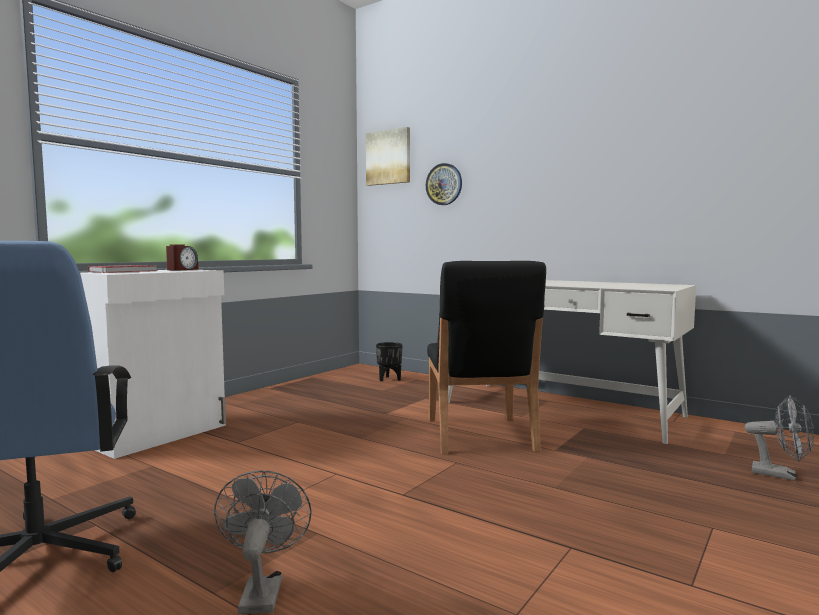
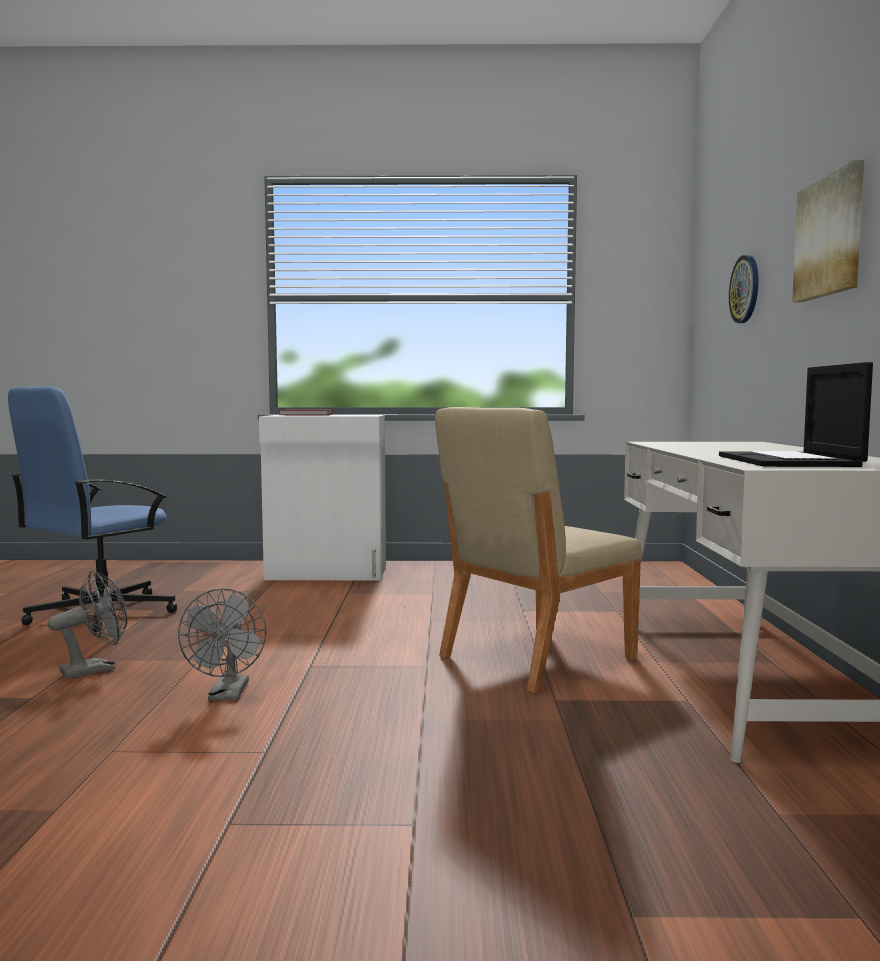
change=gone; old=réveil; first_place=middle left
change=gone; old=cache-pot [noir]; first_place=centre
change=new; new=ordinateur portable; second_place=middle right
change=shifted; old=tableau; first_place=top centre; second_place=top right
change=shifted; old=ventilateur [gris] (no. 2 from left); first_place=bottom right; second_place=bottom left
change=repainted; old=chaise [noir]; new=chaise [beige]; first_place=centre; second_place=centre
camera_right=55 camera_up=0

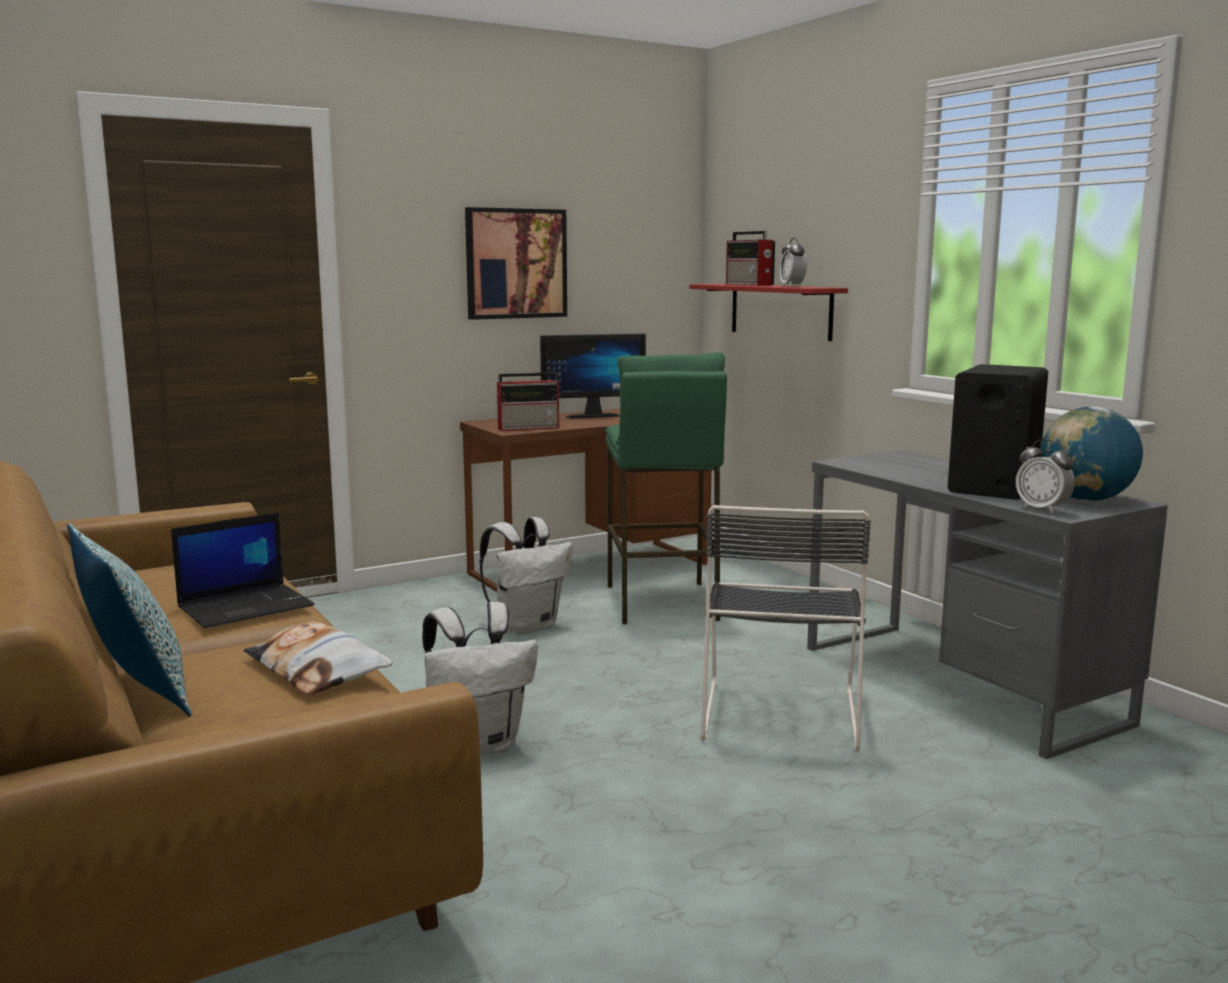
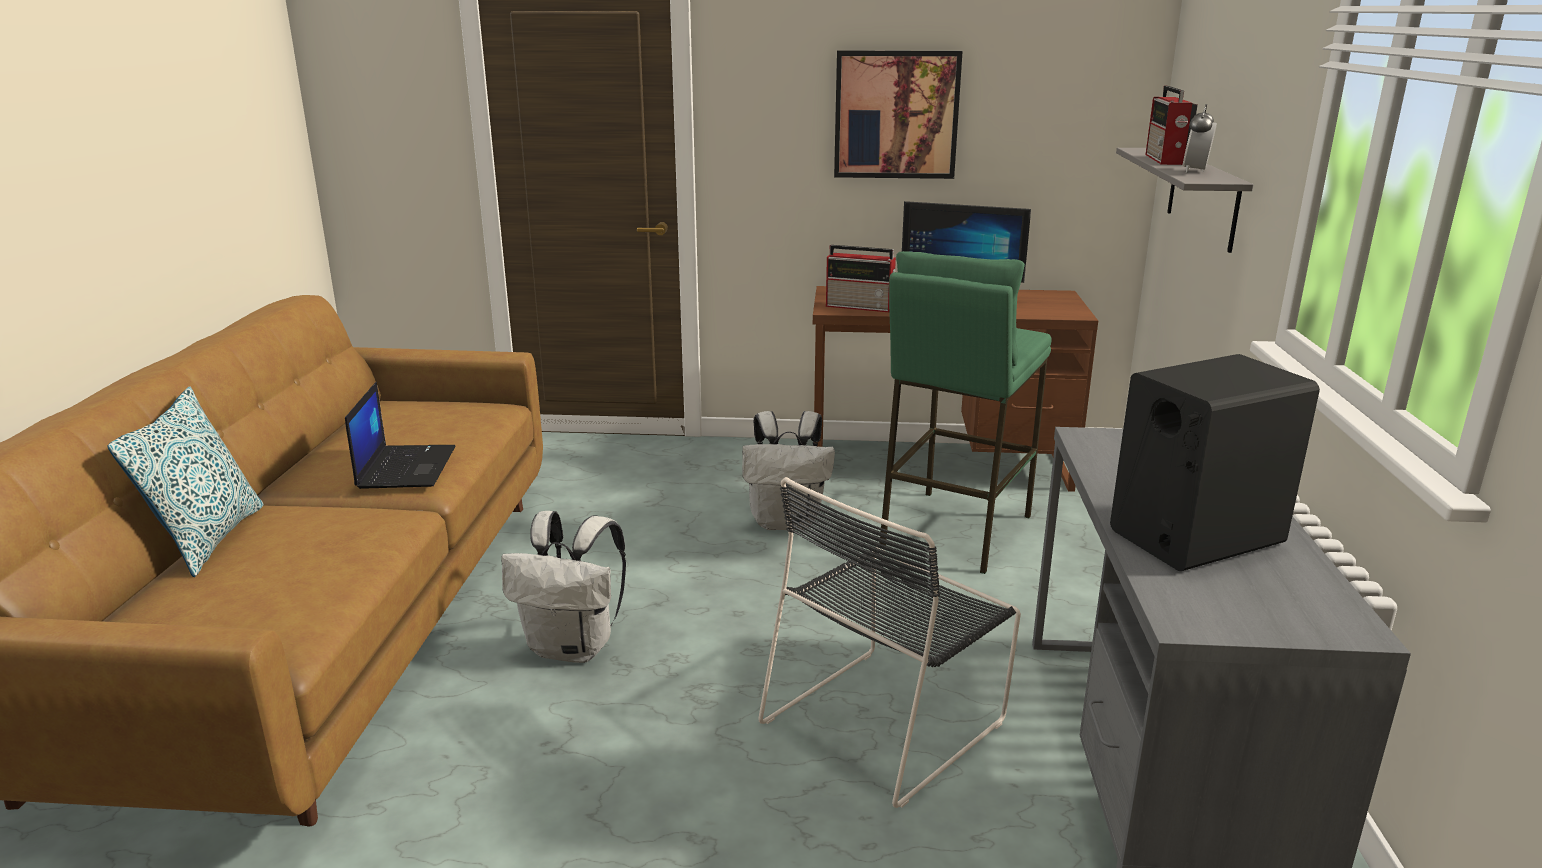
change=gone; old=coussin (no. 2 from left); first_place=bottom left
change=gone; old=réveil (no. 2 from left); first_place=middle right
change=gone; old=globe; first_place=middle right
change=repainted; old=étagère [rouge]; new=étagère [gris]; first_place=top centre; second_place=top right
change=rotated; old=ordinateur portable; first_place=middle left; second_place=middle left; degrees=-90
camera_right=35 camera_up=10

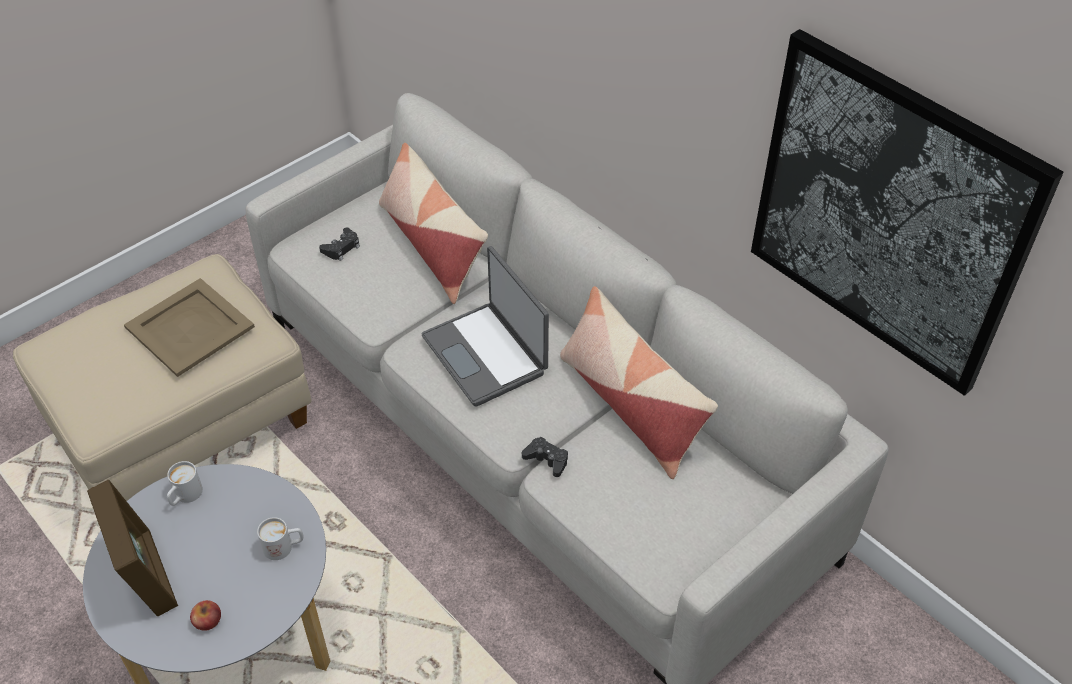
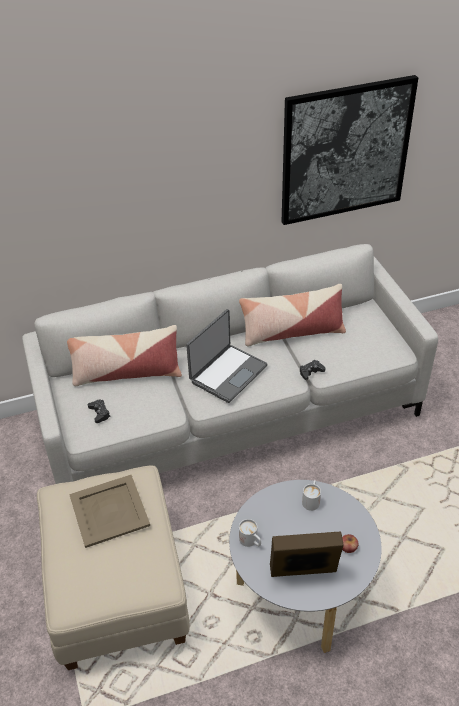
change=rotated; old=ordinateur portable; first_place=centre; second_place=centre; degrees=-45
camera_right=-65 camera_up=-5

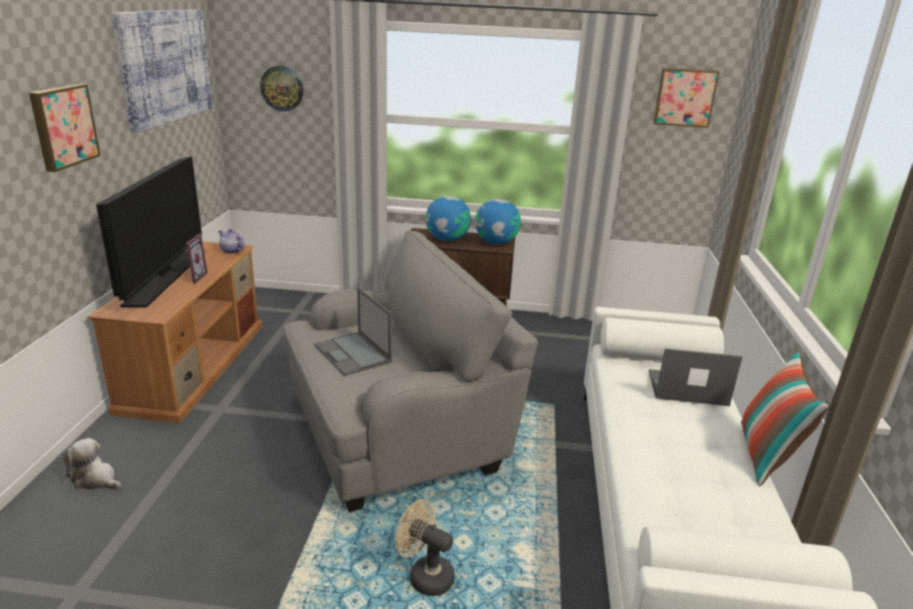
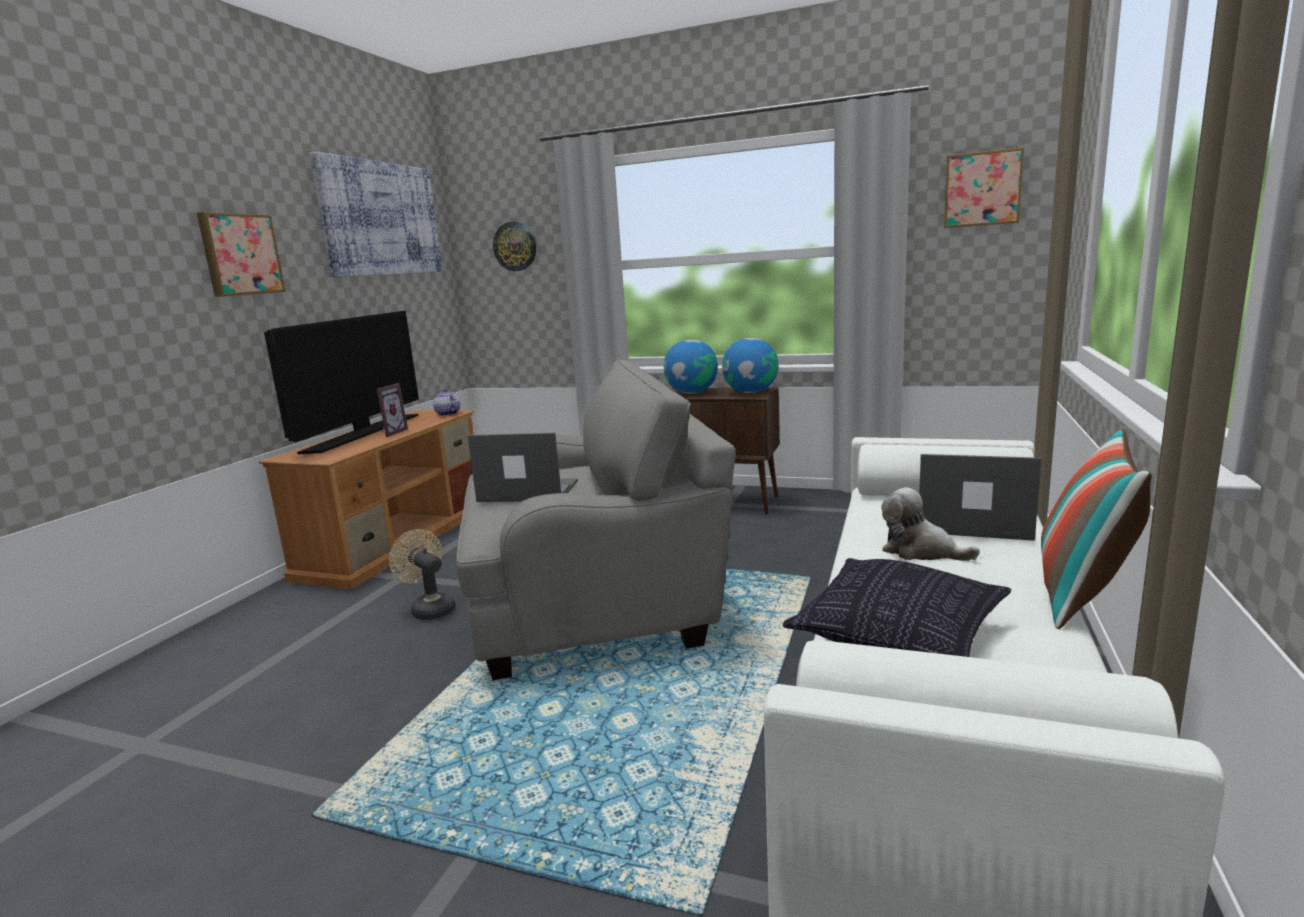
change=new; new=coussin (no. 1 from left); second_place=middle right
change=shifted; old=peluche; first_place=bottom left; second_place=middle right
change=shifted; old=ventilateur [beige]; first_place=bottom centre; second_place=middle left
change=rotated; old=ordinateur portable (no. 1 from left); first_place=centre; second_place=centre; degrees=120
camera_right=15 camera_up=-10

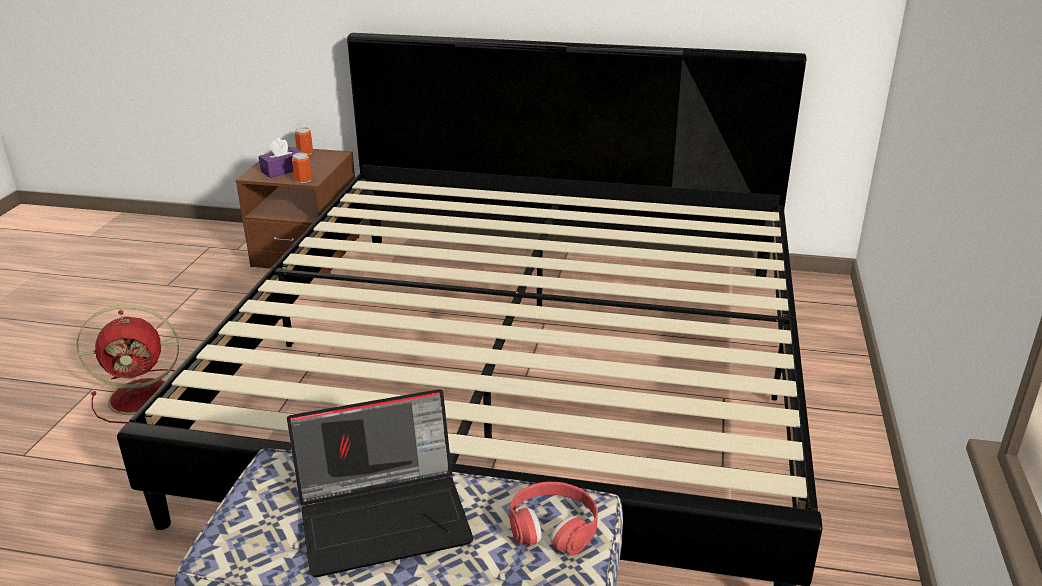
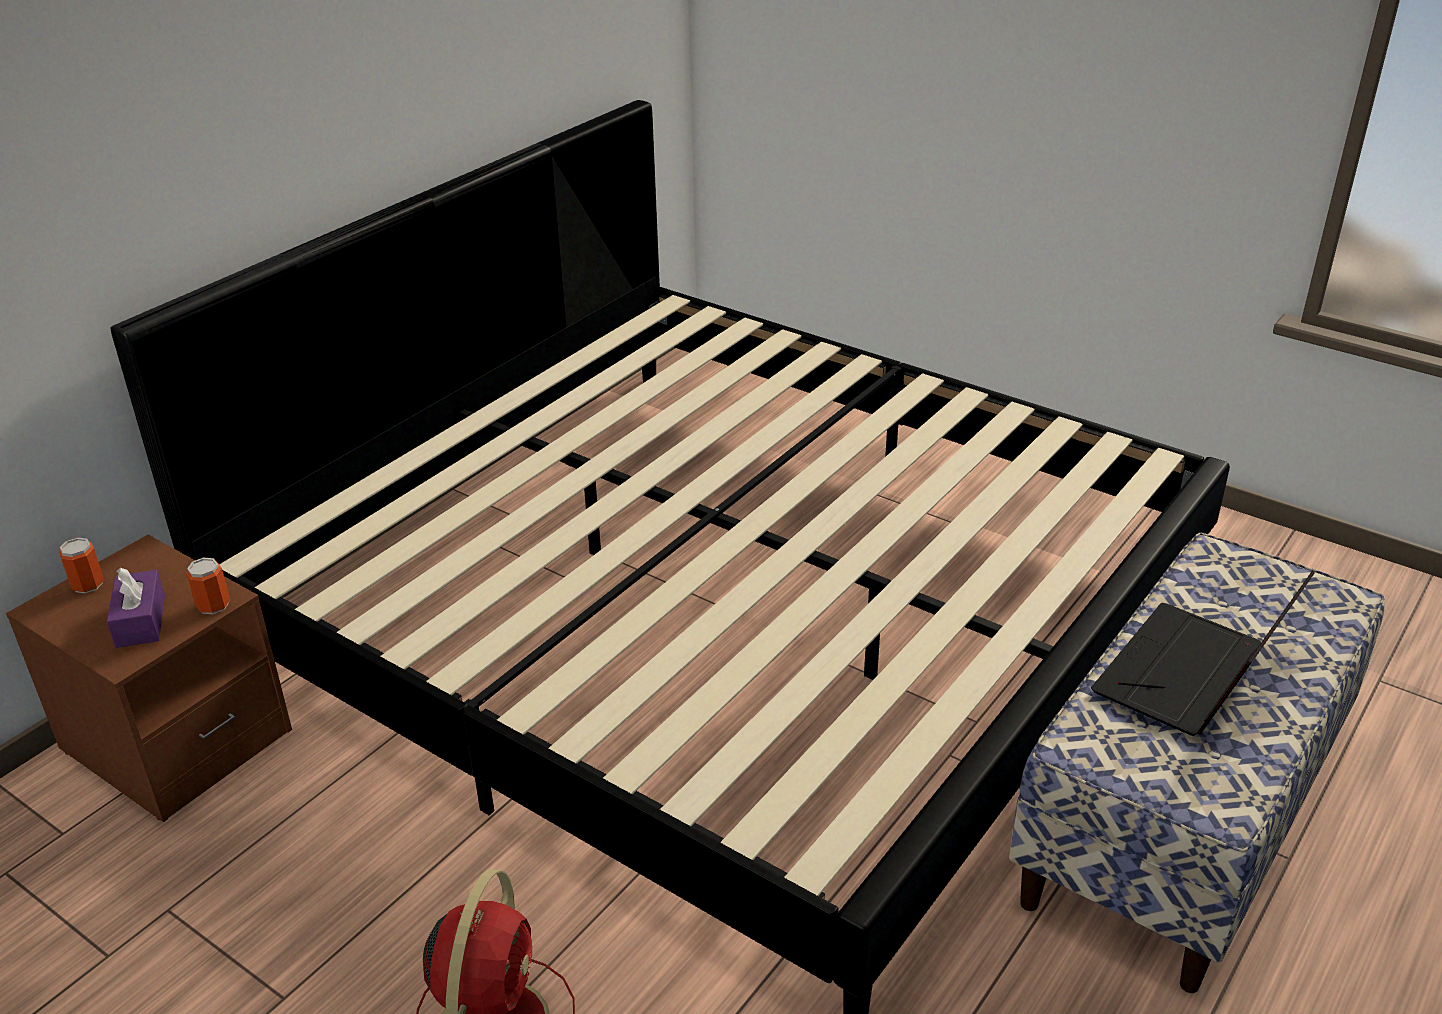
change=gone; old=casque audio [rouge]; first_place=bottom centre
change=rotated; old=ordinateur portable; first_place=bottom centre; second_place=middle right; degrees=-150
camera_right=-65 camera_up=5

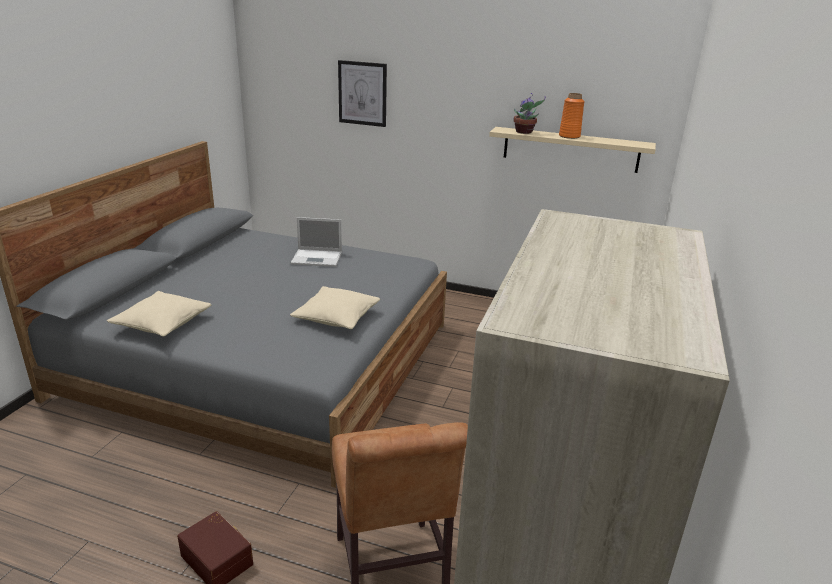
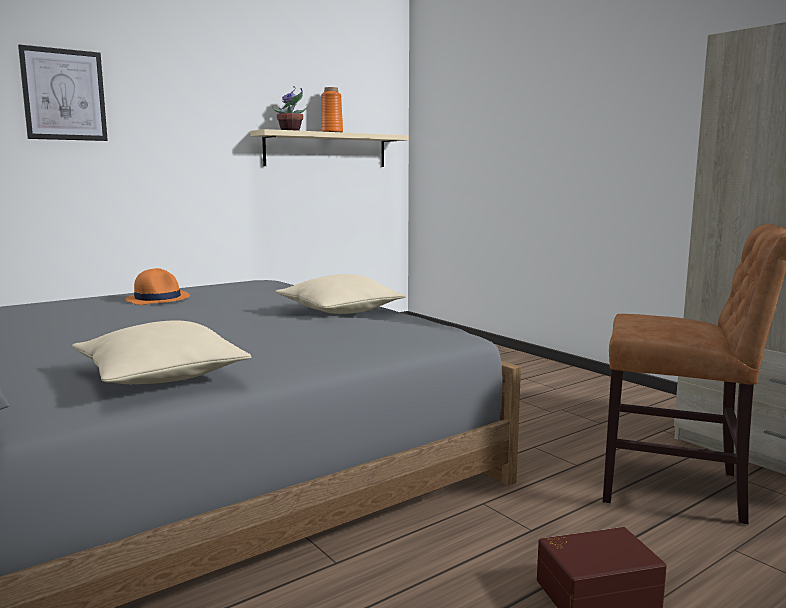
change=swapped; old=ordinateur portable; new=chapeau [orange]; first_place=centre; second_place=middle left
camera_right=-55 camera_up=-15

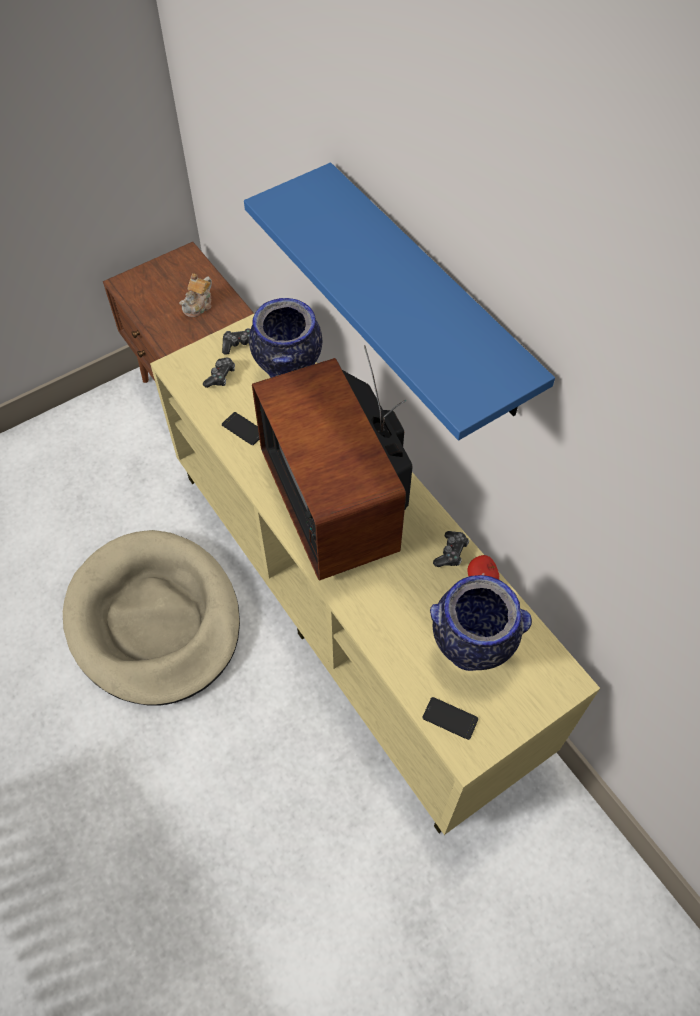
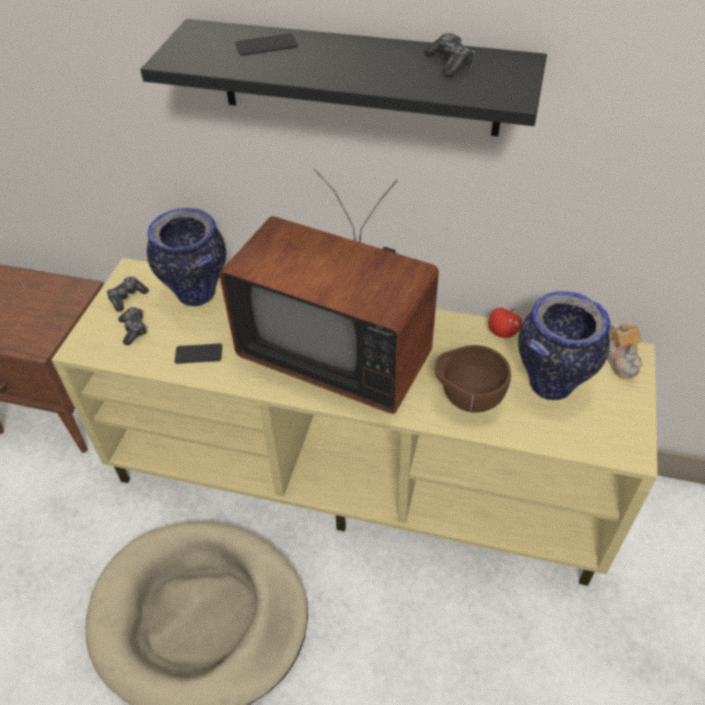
change=new; new=bol [marron]; second_place=middle right
change=shifted; old=théière; first_place=top left; second_place=middle right
change=shifted; old=téléphone (no. 2 from left); first_place=bottom centre; second_place=top centre
change=shifted; old=manette (no. 3 from left); first_place=centre; second_place=top centre
change=repainted; old=étagère [bleu]; new=étagère [noir]; first_place=top centre; second_place=top centre
camera_right=-40 camera_up=-10

